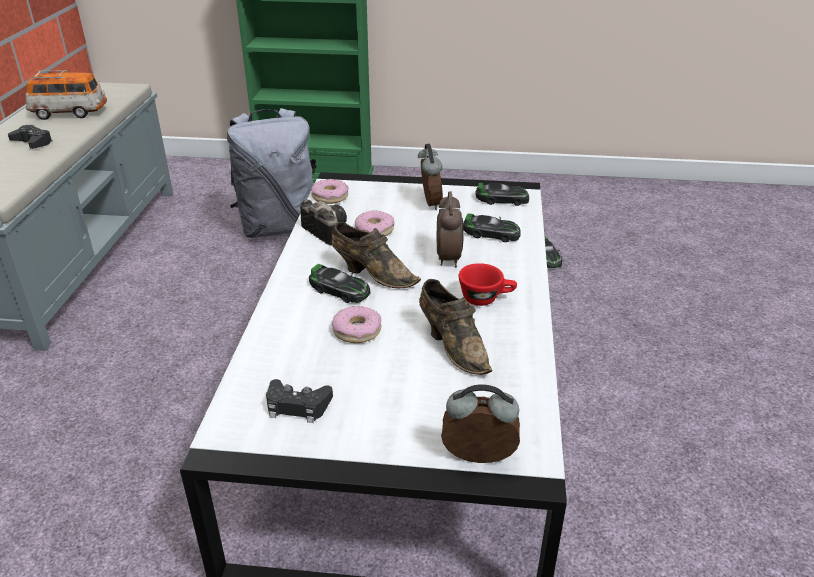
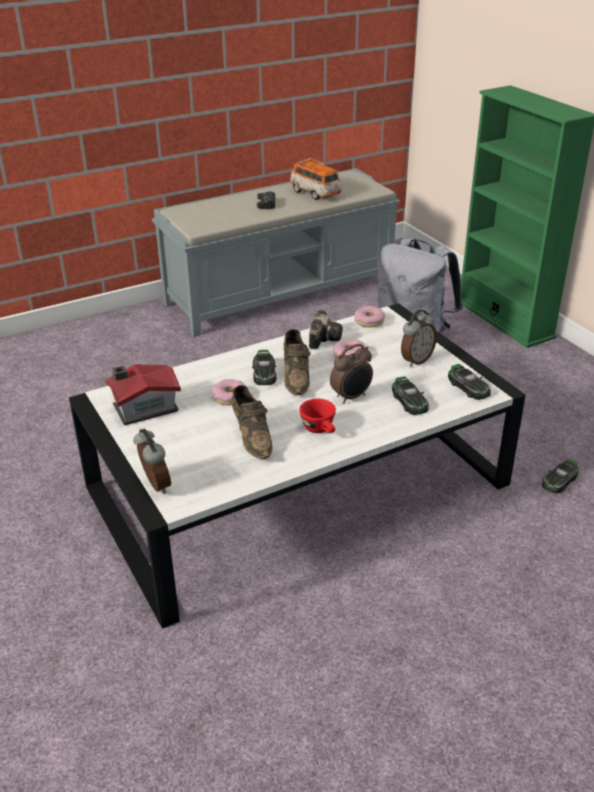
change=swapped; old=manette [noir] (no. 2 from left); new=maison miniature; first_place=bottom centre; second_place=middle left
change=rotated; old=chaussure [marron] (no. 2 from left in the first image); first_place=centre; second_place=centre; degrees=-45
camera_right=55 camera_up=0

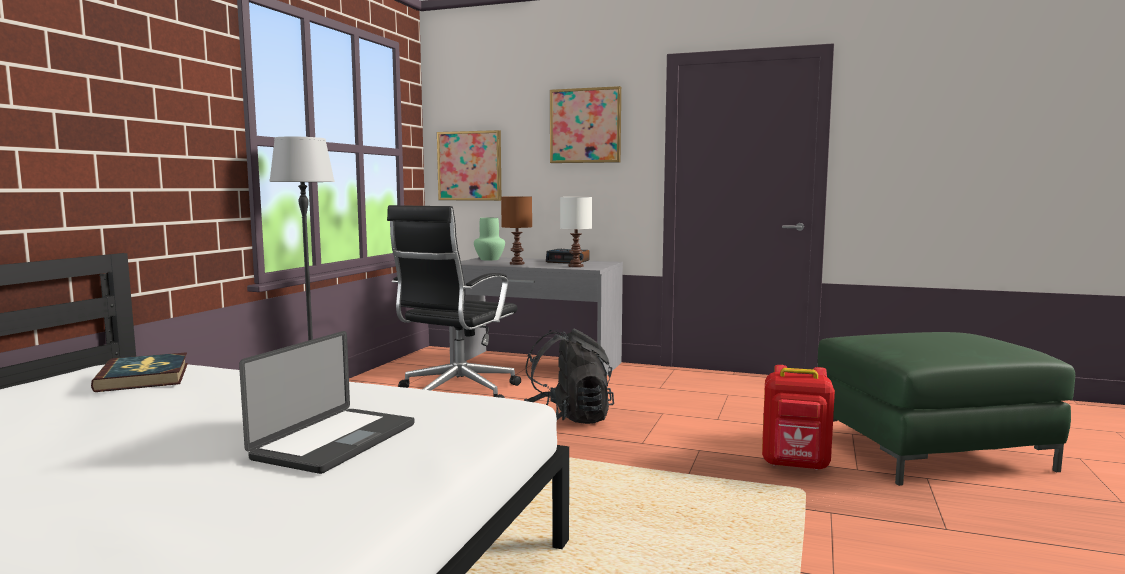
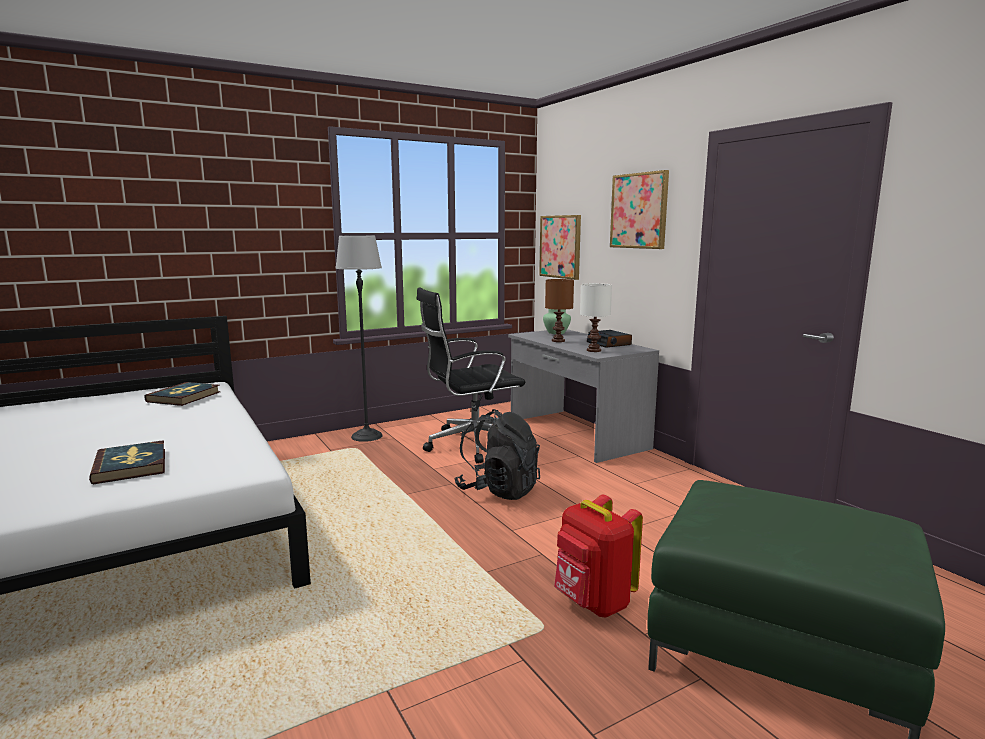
change=swapped; old=ordinateur portable; new=livre (no. 1 from left); first_place=bottom left; second_place=middle left
camera_right=40 camera_up=5

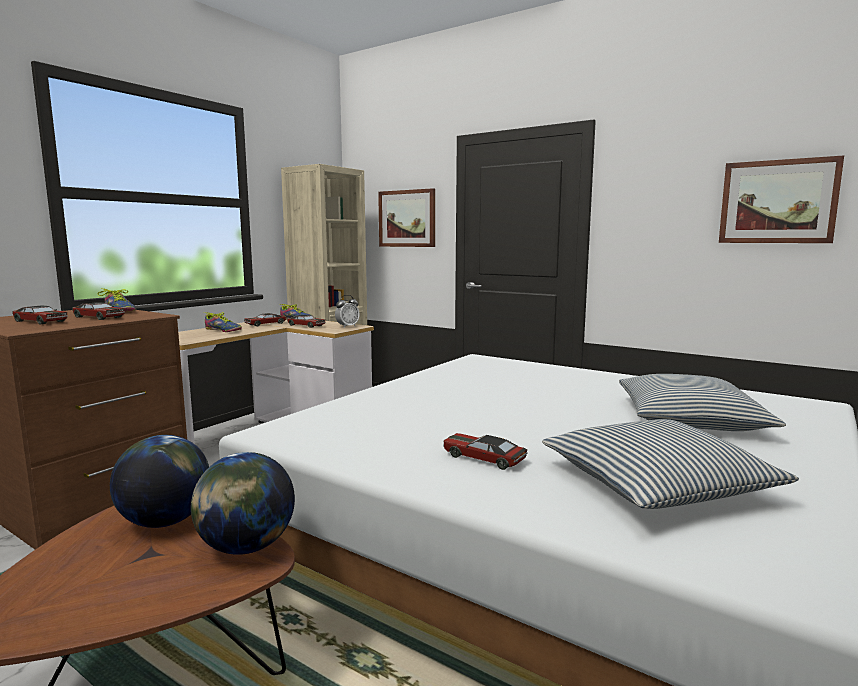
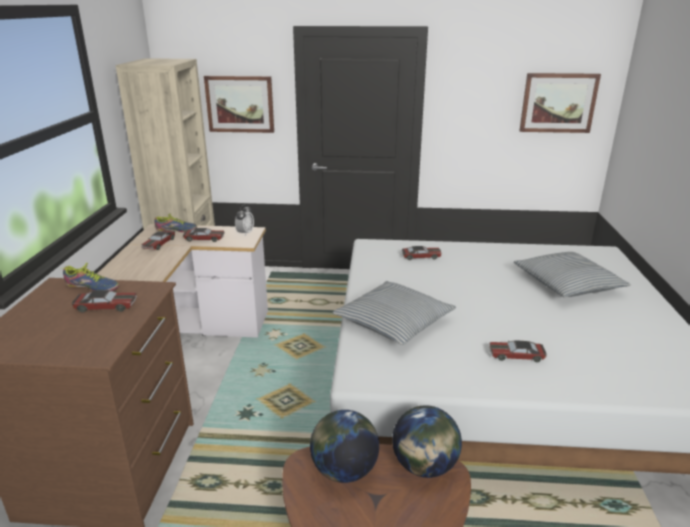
change=gone; old=chaussure (no. 2 from left); first_place=middle left
change=shifted; old=petite voiture (no. 1 from left in the first image); new=petite voiture (no. 4 from left); first_place=middle left; second_place=centre
change=shifted; old=coussin (no. 1 from left); first_place=bottom right; second_place=centre
camera_right=-30 camera_up=15

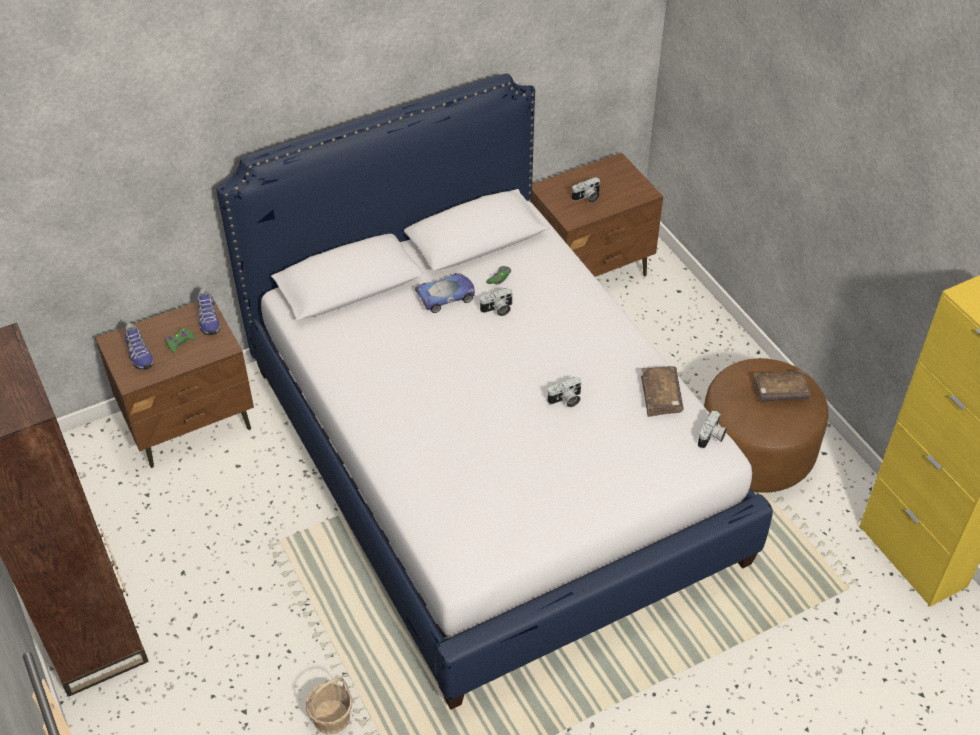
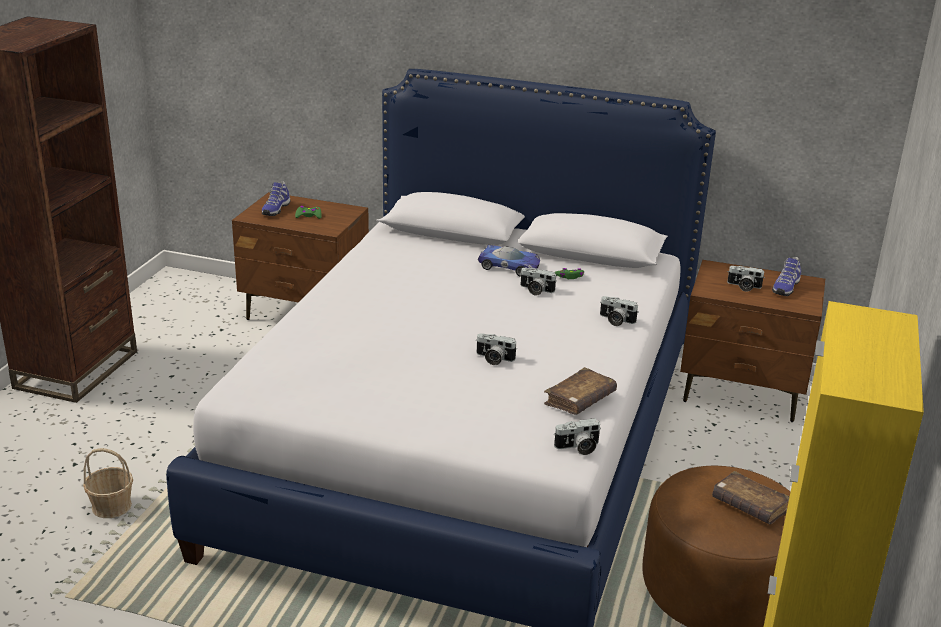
change=new; new=appareil photo (no. 4 from left); second_place=centre
change=shifted; old=chaussure (no. 2 from left); first_place=middle left; second_place=middle right
camera_right=45 camera_up=-20

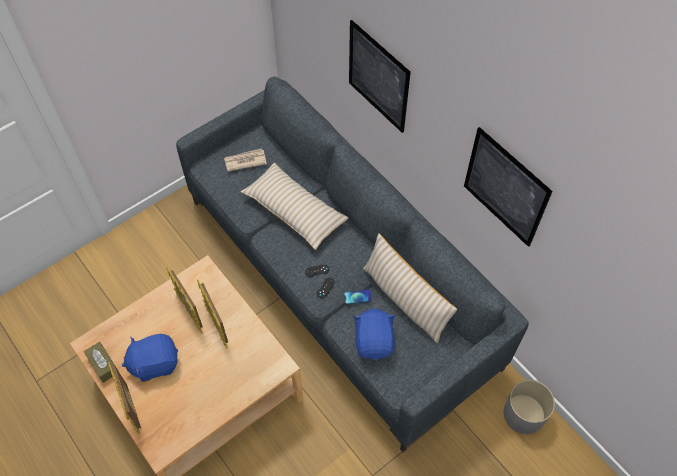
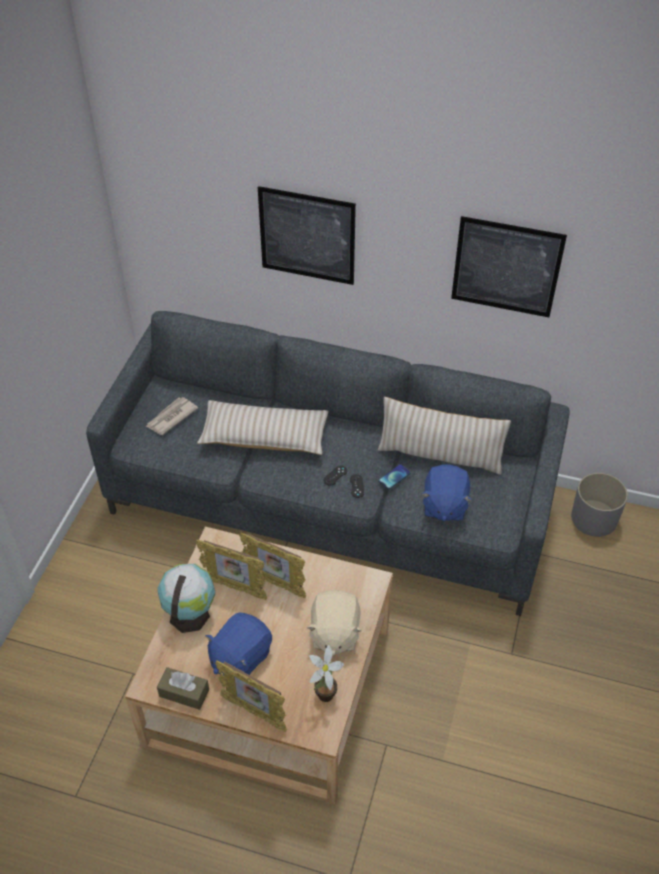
change=new; new=globe; second_place=bottom left
change=new; new=peluche [beige]; second_place=bottom centre
change=new; new=plante en pot; second_place=bottom centre
change=rotated; old=peluche [bleu] (no. 2 from left); first_place=bottom centre; second_place=middle right; degrees=-135
camera_right=-35 camera_up=-10

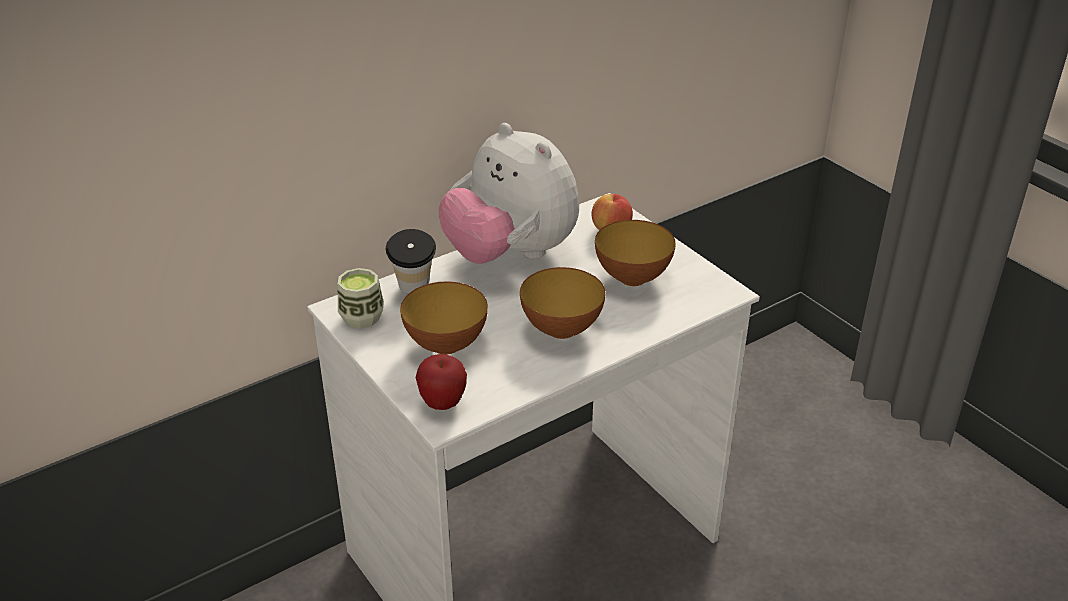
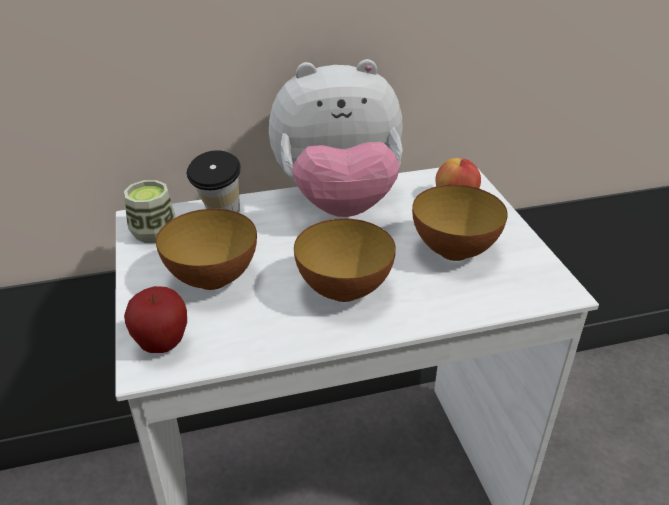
change=rotated; old=peluche; first_place=top centre; second_place=top centre; degrees=-75
camera_right=20 camera_up=0

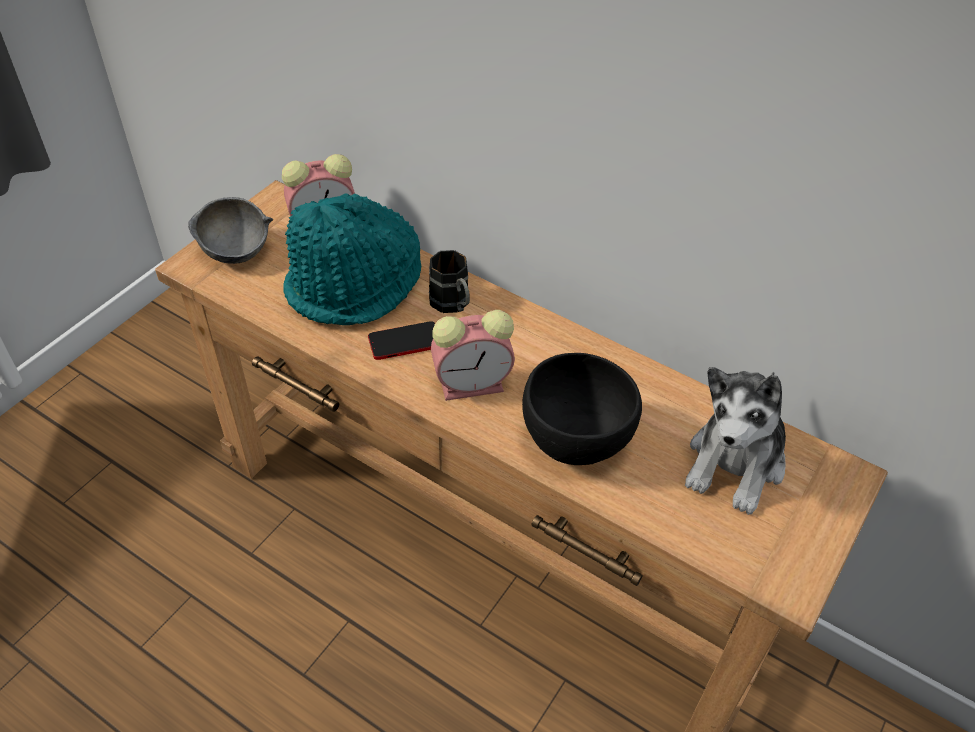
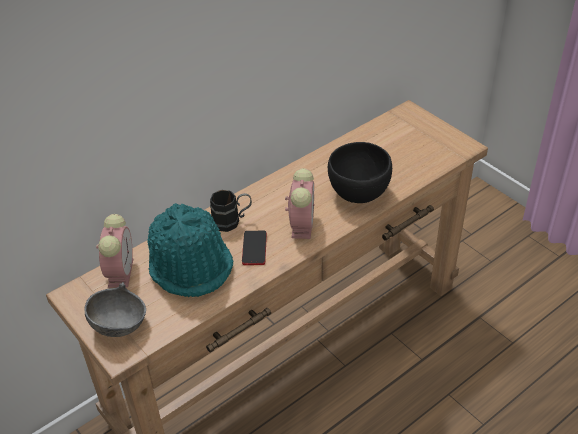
change=gone; old=peluche; first_place=middle right
camera_right=-70 camera_up=-5

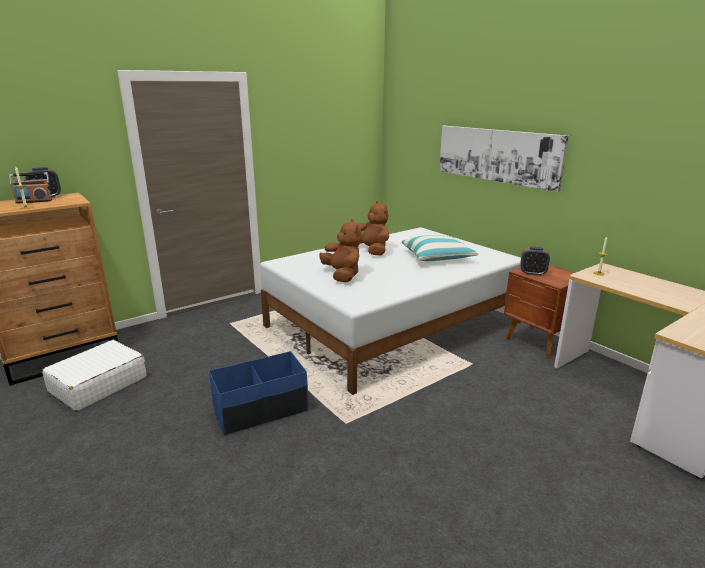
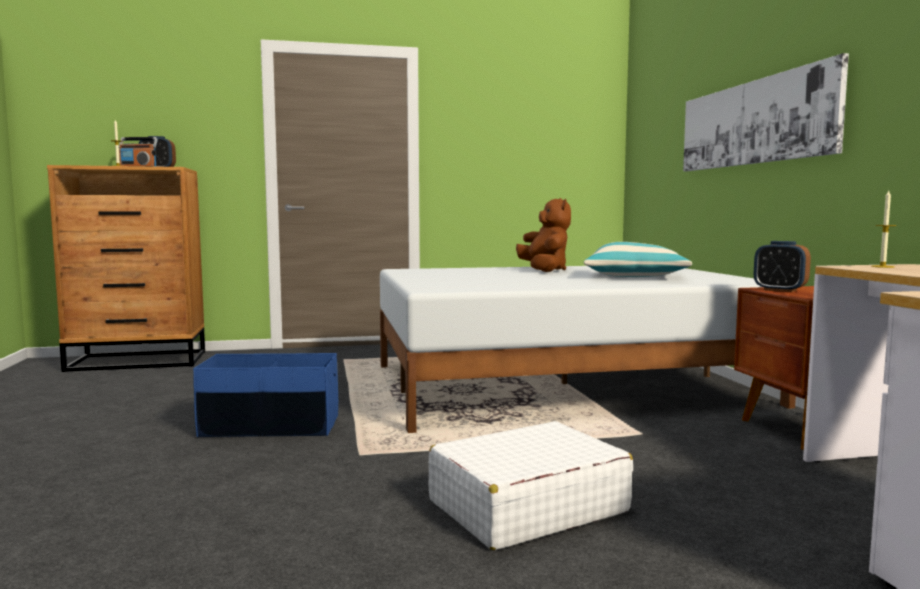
change=gone; old=peluche [marron] (no. 1 from left); first_place=centre
change=shifted; old=valise [blanc]; first_place=middle left; second_place=bottom centre
camera_right=25 camera_up=-15

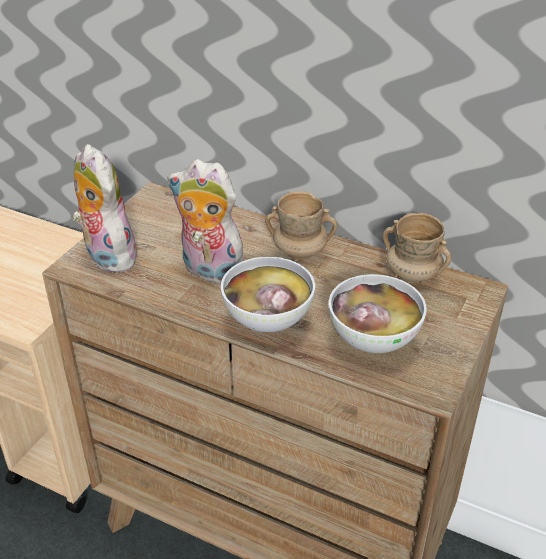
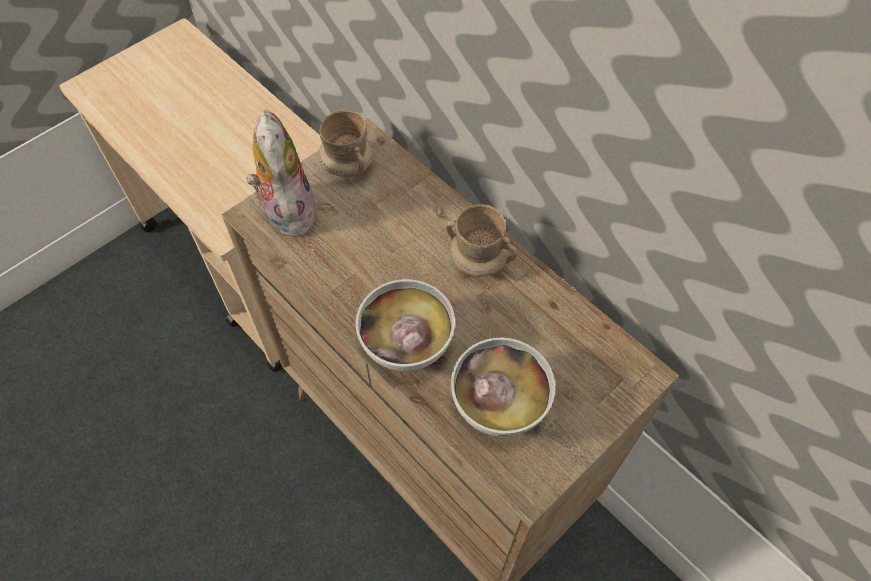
change=gone; old=peluche (no. 2 from left); first_place=centre
change=shifted; old=mug [beige] (no. 2 from left in the first image); new=mug [beige] (no. 1 from left); first_place=middle right; second_place=top centre
camera_right=20 camera_up=20

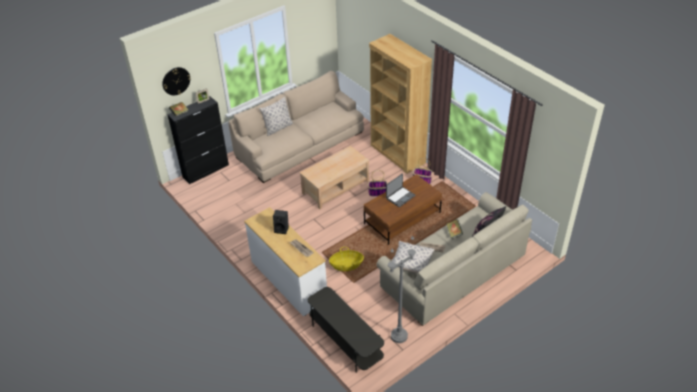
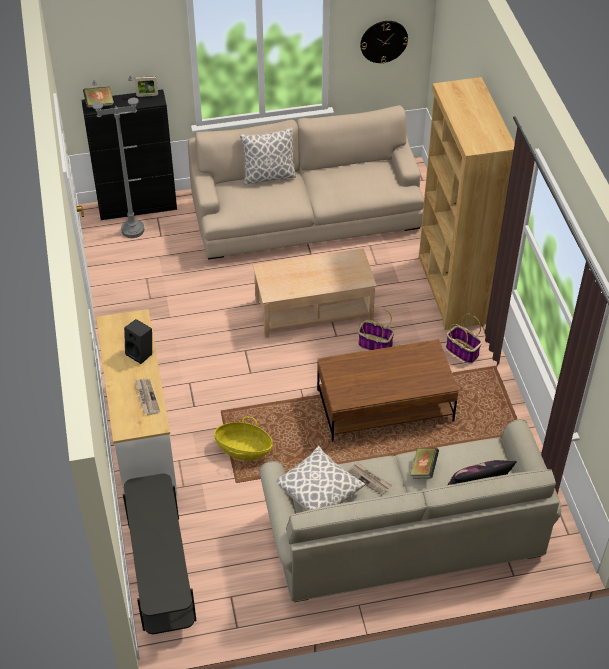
change=gone; old=ordinateur portable; first_place=centre
change=shifted; old=horloge murale; first_place=top left; second_place=top centre
change=shifted; old=lampadaire [gris]; first_place=bottom centre; second_place=top left
camera_right=25 camera_up=5

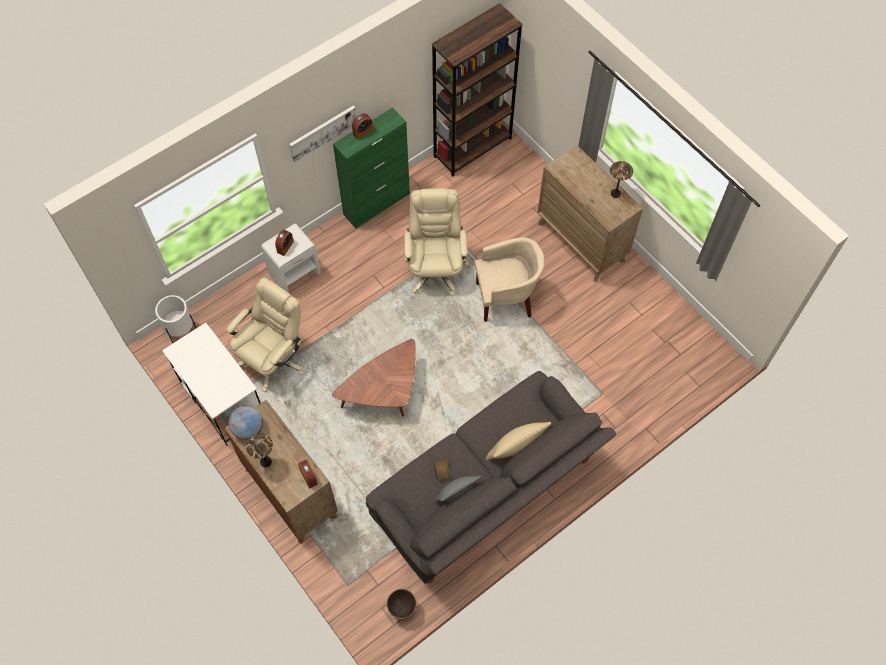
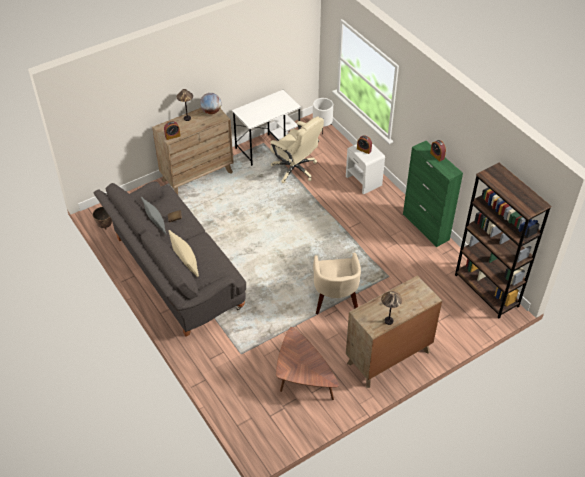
change=gone; old=tableau; first_place=top centre
change=gone; old=chaise de bureau [beige] (no. 2 from left); first_place=centre
change=shifted; old=table basse [marron]; first_place=centre; second_place=bottom centre
camera_right=95 camera_up=-15

